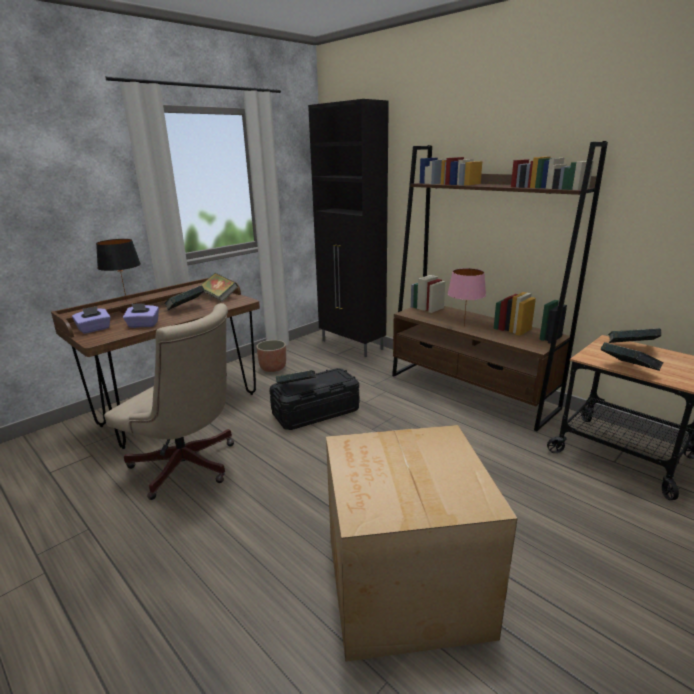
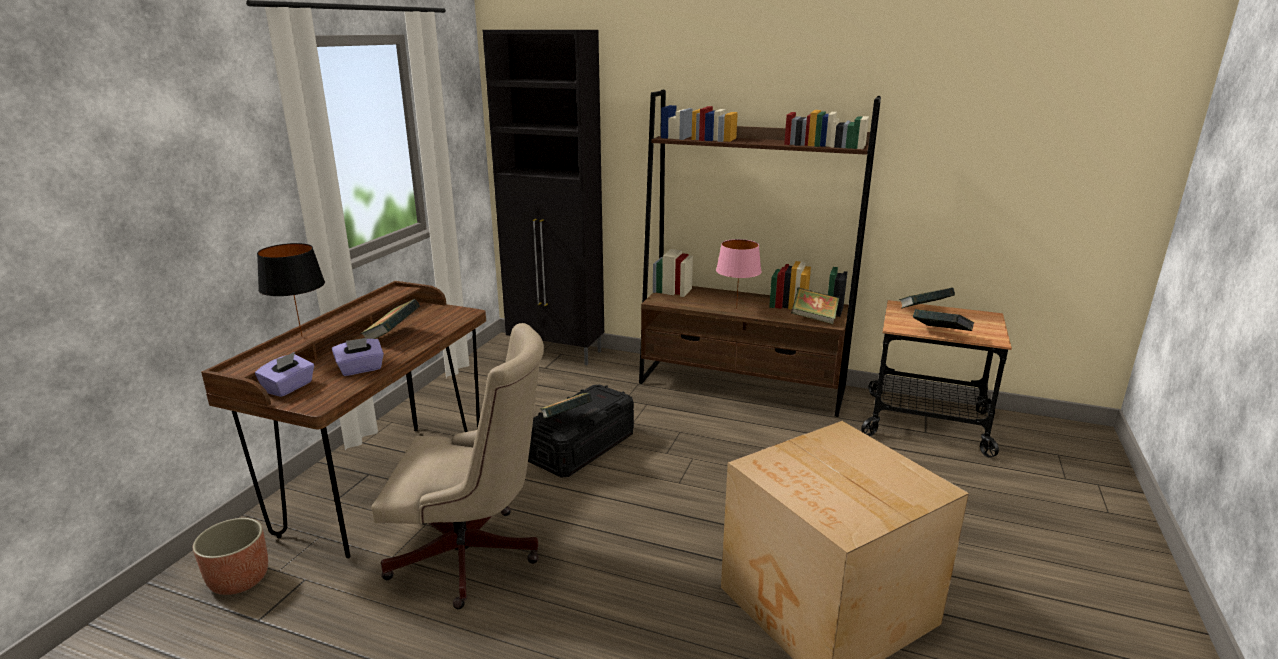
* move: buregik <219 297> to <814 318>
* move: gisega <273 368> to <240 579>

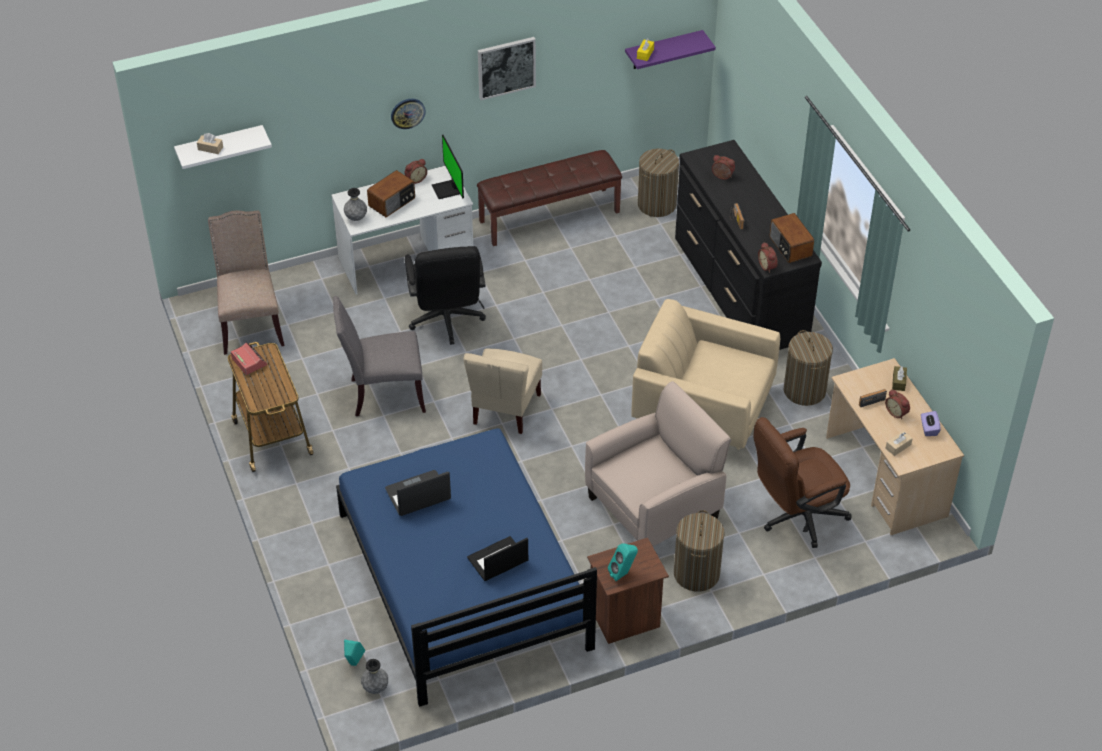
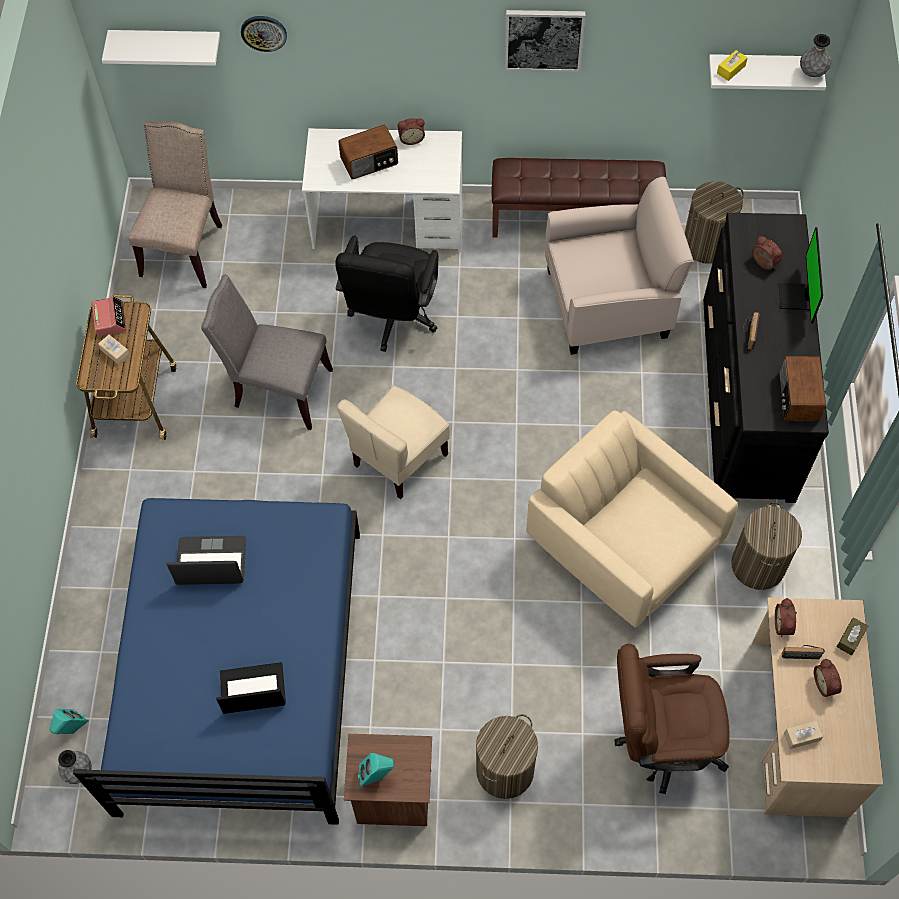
* delete: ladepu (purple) <928 429>
* move: ladepu (beige) <210 148> to <115 353>
* move: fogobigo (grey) <356 218> to <812 73>
* move: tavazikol <407 113> to <264 32>
* move: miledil <447 190> to <796 297>
* move: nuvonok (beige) <654 507> to <609 303>
* move: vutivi <768 266> to <784 625>
* recolor: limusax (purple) <663 50> to limusax (white) <762 68>

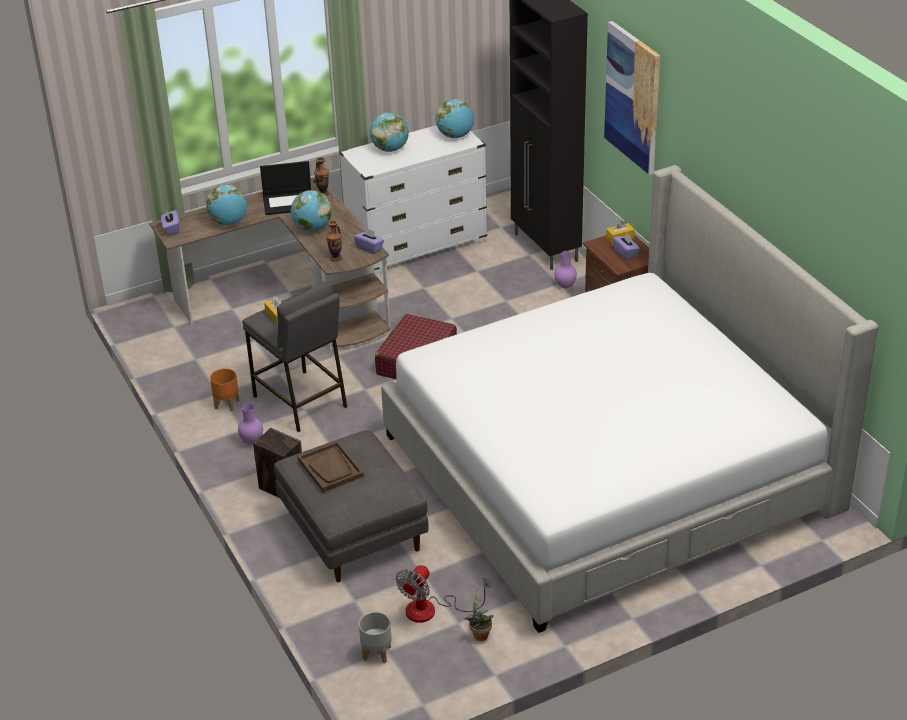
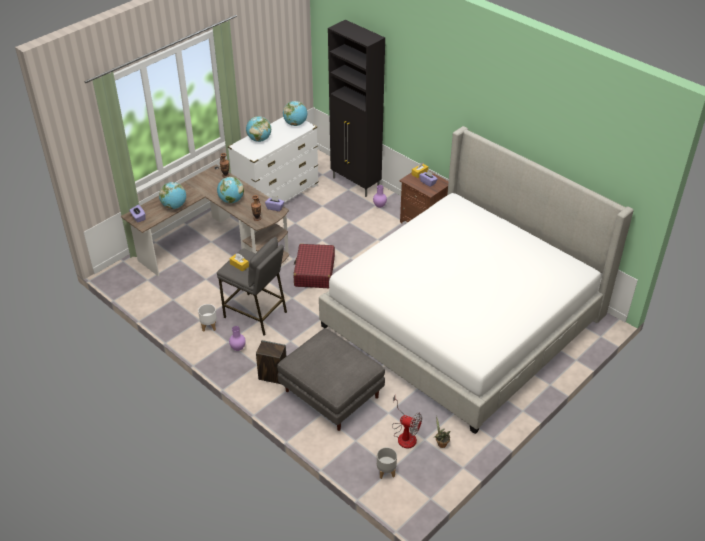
* delete: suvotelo <289 202>
* delete: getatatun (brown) <330 468>
* delete: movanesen <633 97>
* recolor: gisega (orange) <226 404> to gisega (white) <209 326>
* rotate: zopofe <432 610> = <405 435> 75 degrees counterclockwise

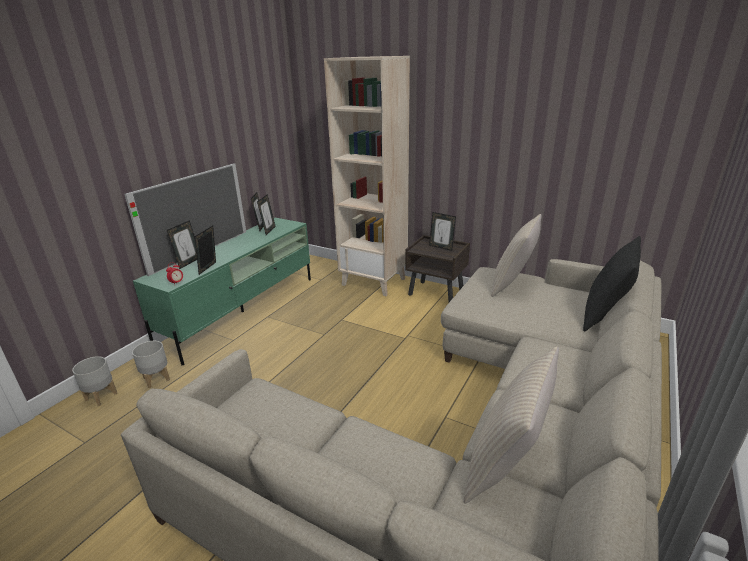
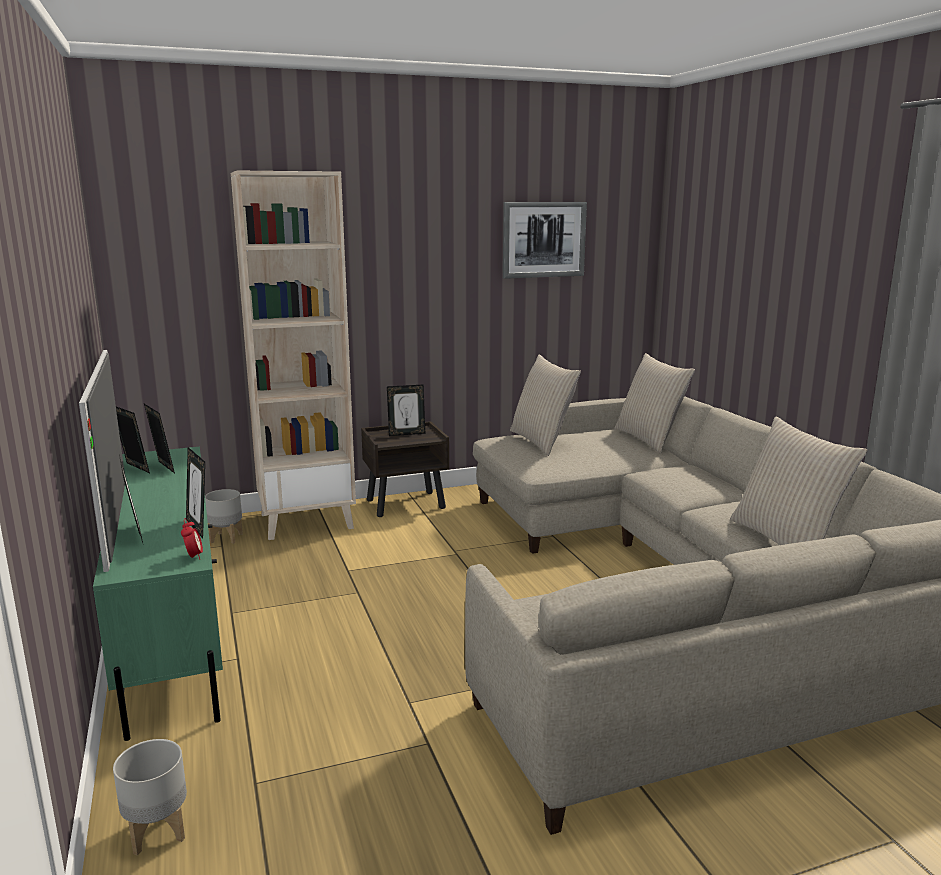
* insert: movanesen <544 239>
* move: gisega (grey) <157 379> to <227 538>
* recolor: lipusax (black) <604 315> to lipusax (beige) <649 439>

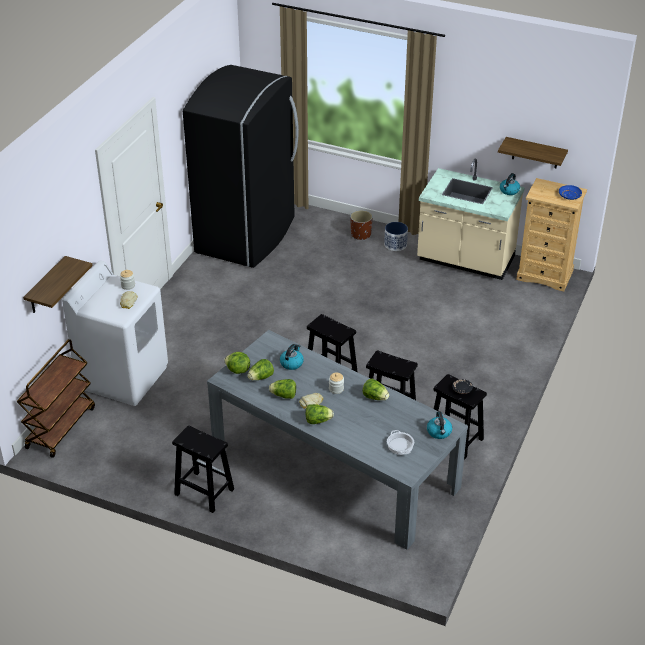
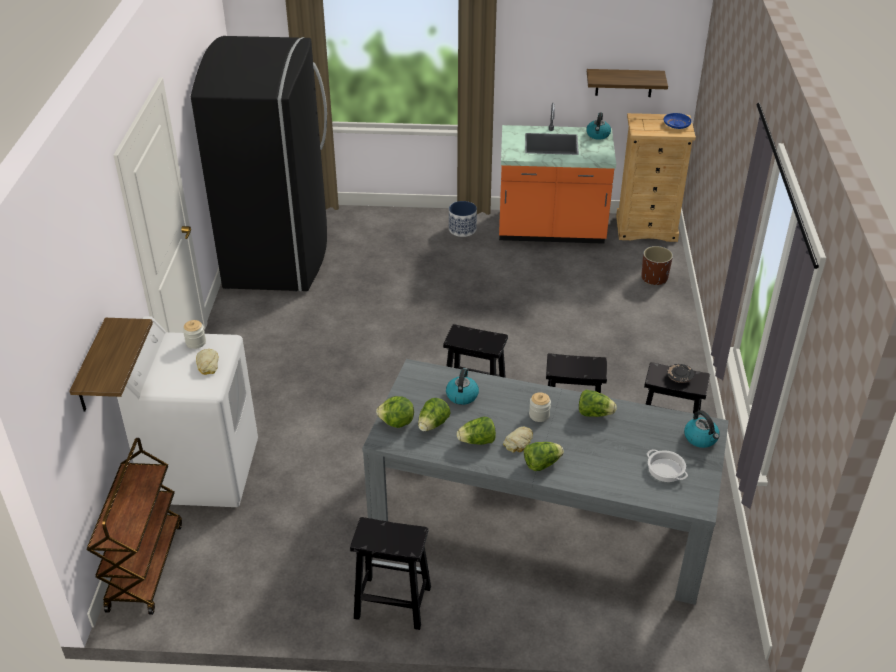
* move: gisega (brown) <361 235> to <654 278>
* recolor: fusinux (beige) <465 260> to fusinux (orange) <551 230>

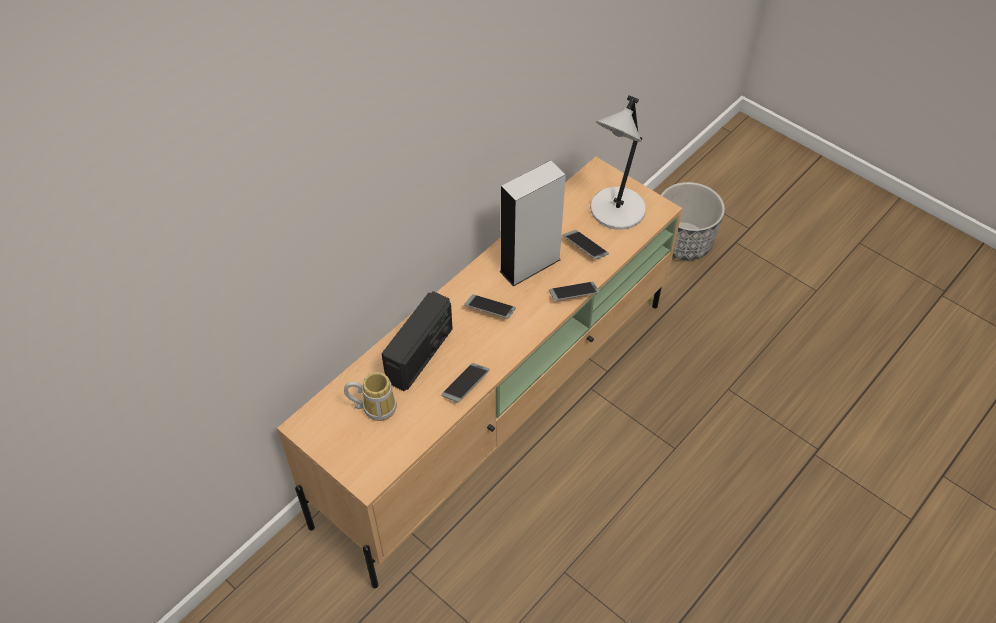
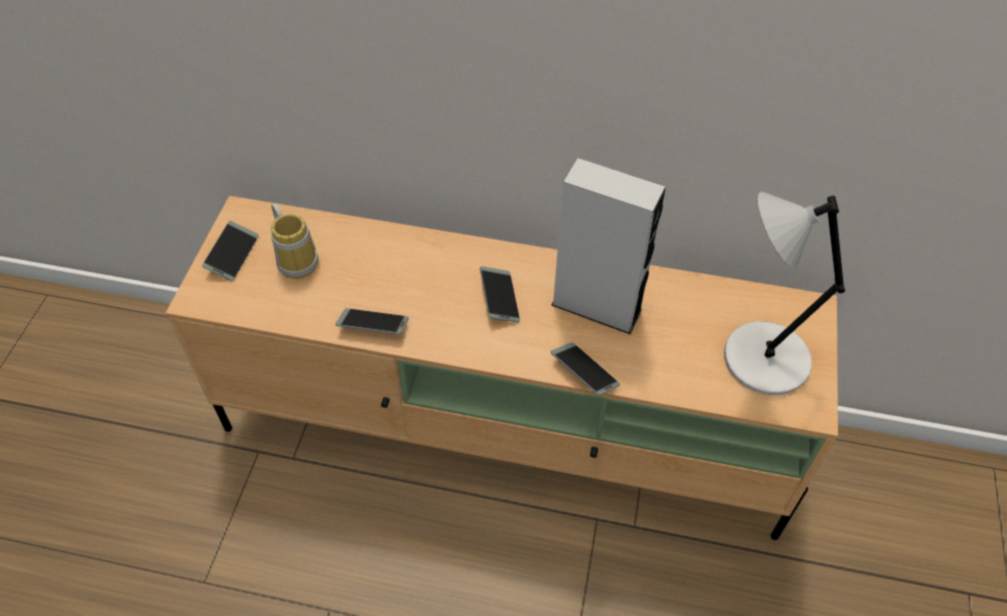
* delete: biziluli <420 355>
* delete: gisega <684 242>
* move: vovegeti <585 248> to <232 255>

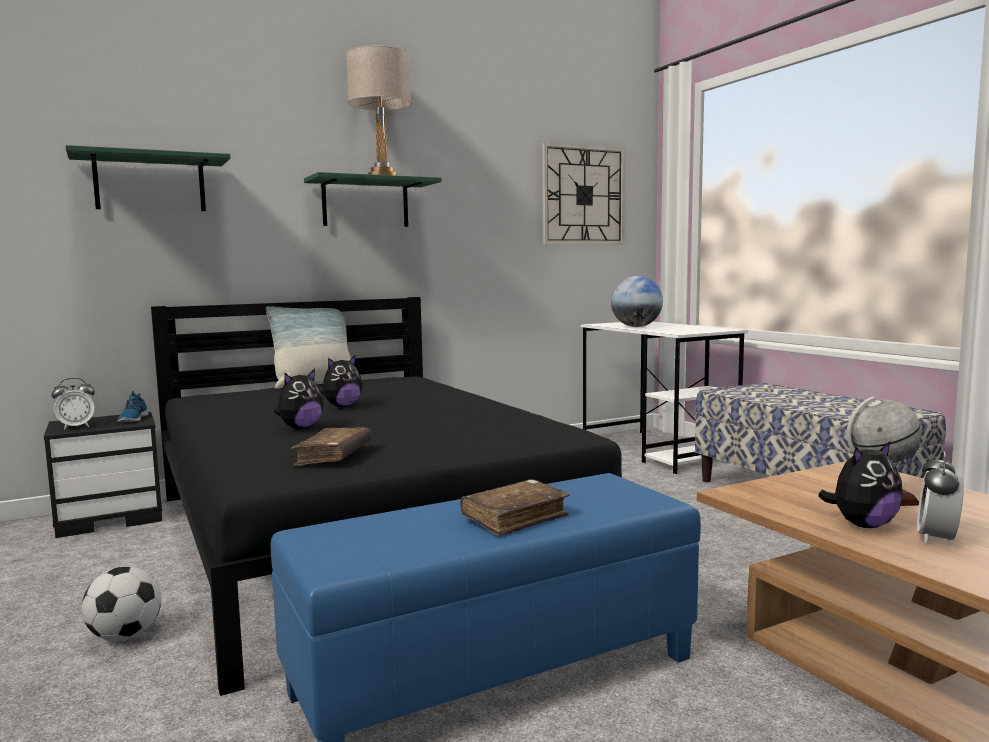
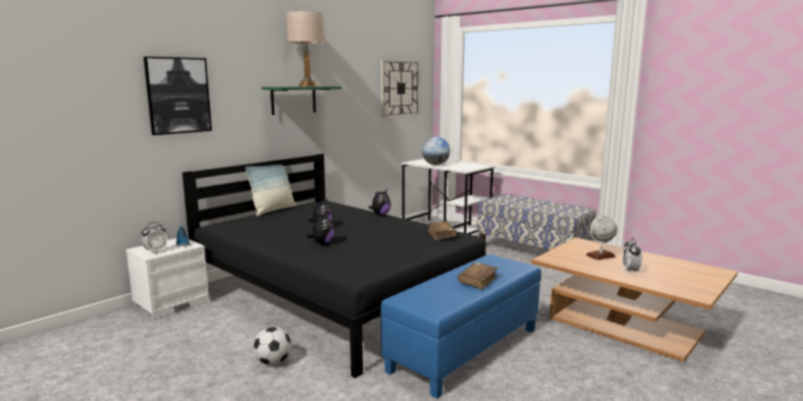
* move: buregik (brown) <333 456> to <441 235>
* move: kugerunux <862 525> to <380 214>
* replace: limusax (green) <150 184> to movanesen <178 95>
* recolor: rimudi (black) <111 517> to rimudi (white) <172 303>

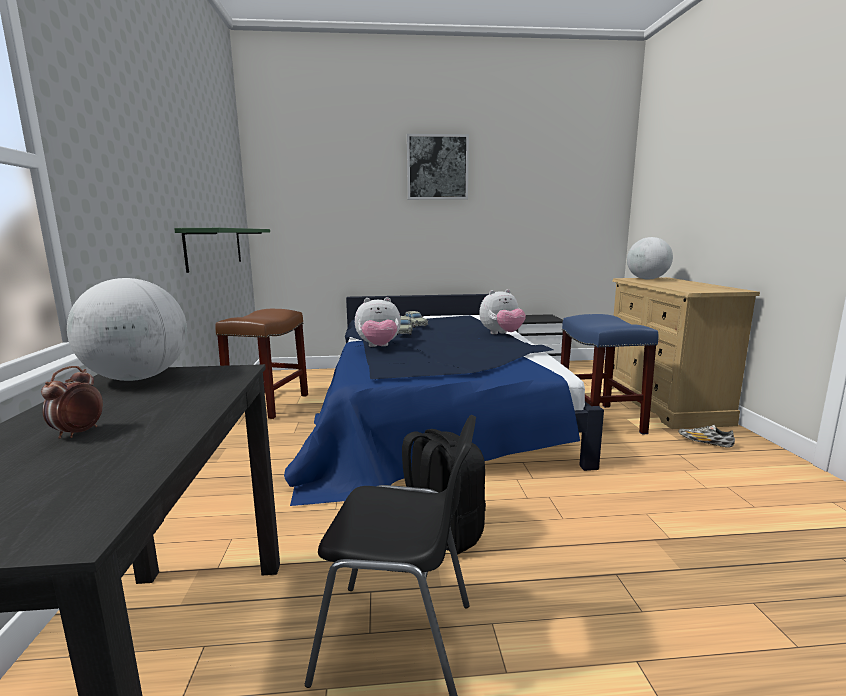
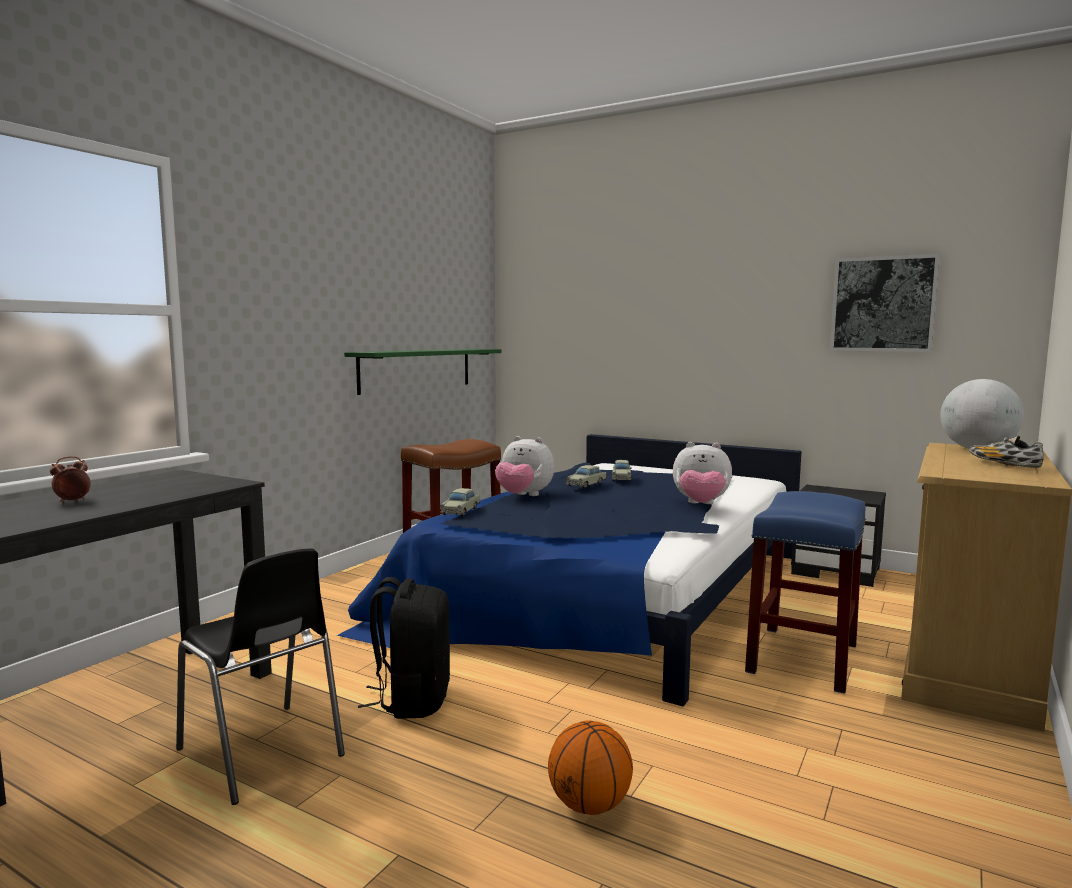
* delete: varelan <138 378>
* insert: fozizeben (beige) <461 511>
* insert: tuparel <590 805>
* move: movanesen <437 167> to <883 304>
* move: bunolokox <704 443> to <1003 465>

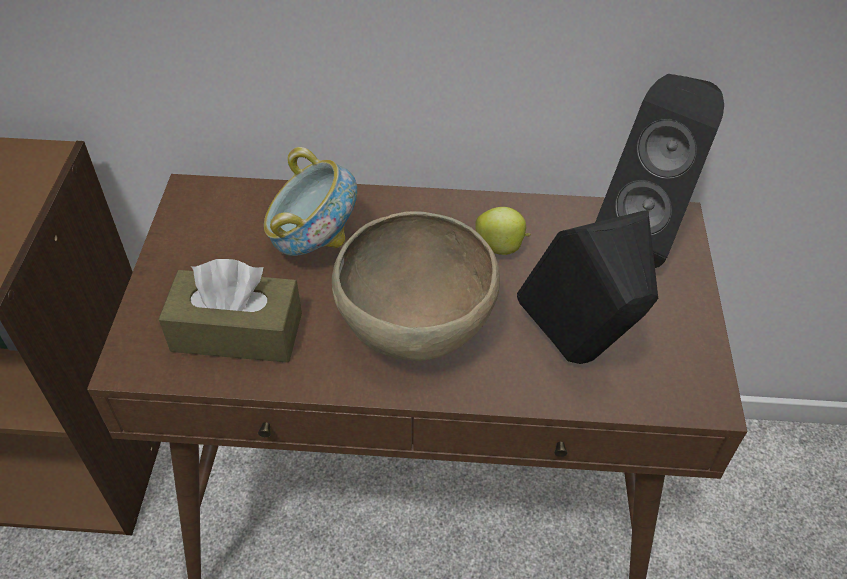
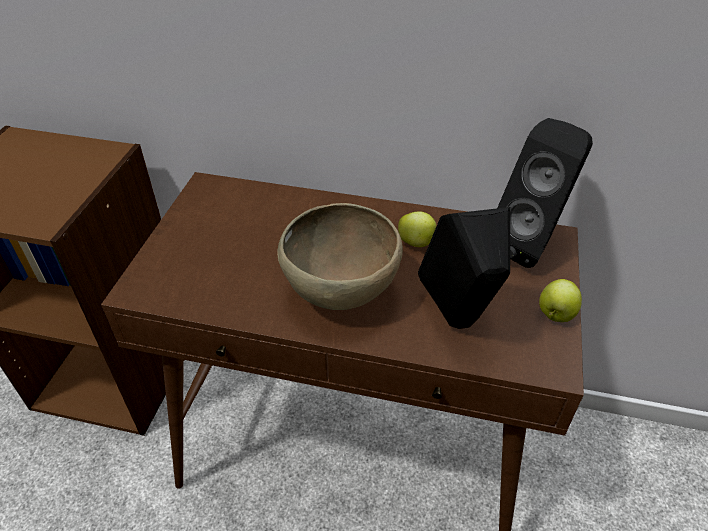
* delete: ladepu (brown) <237 332>
* delete: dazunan <314 242>
* insert: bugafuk <555 314>

